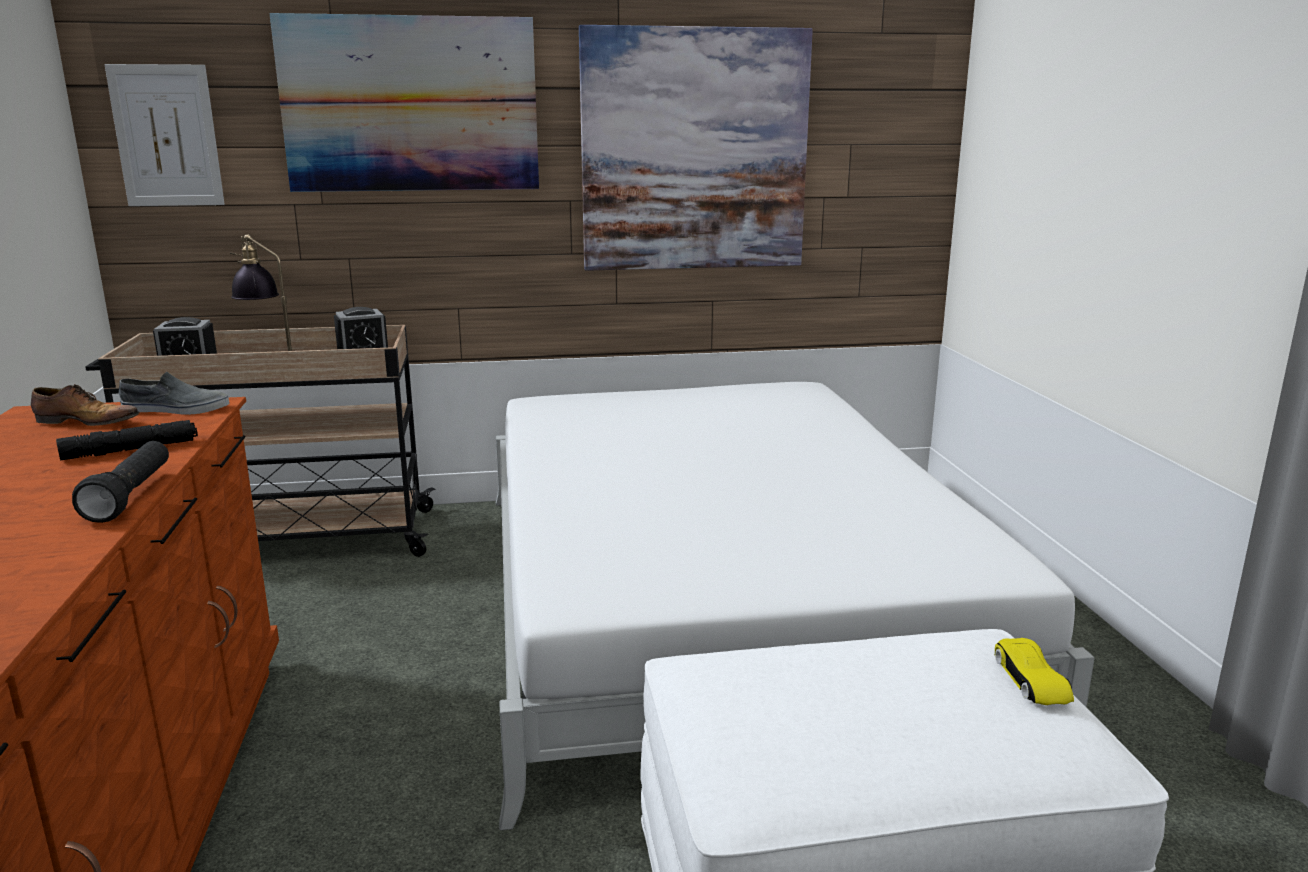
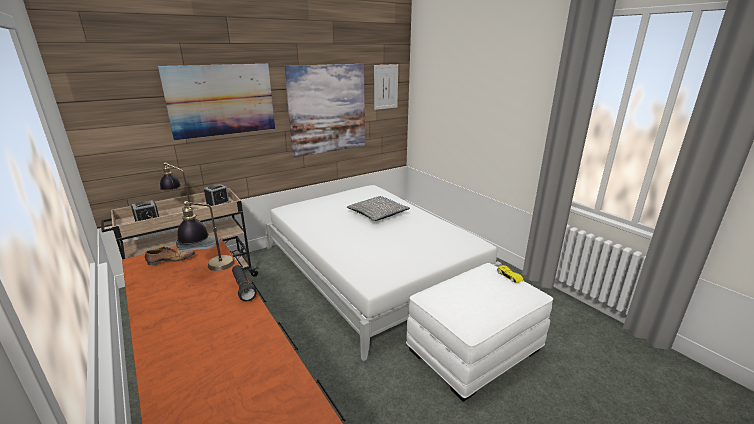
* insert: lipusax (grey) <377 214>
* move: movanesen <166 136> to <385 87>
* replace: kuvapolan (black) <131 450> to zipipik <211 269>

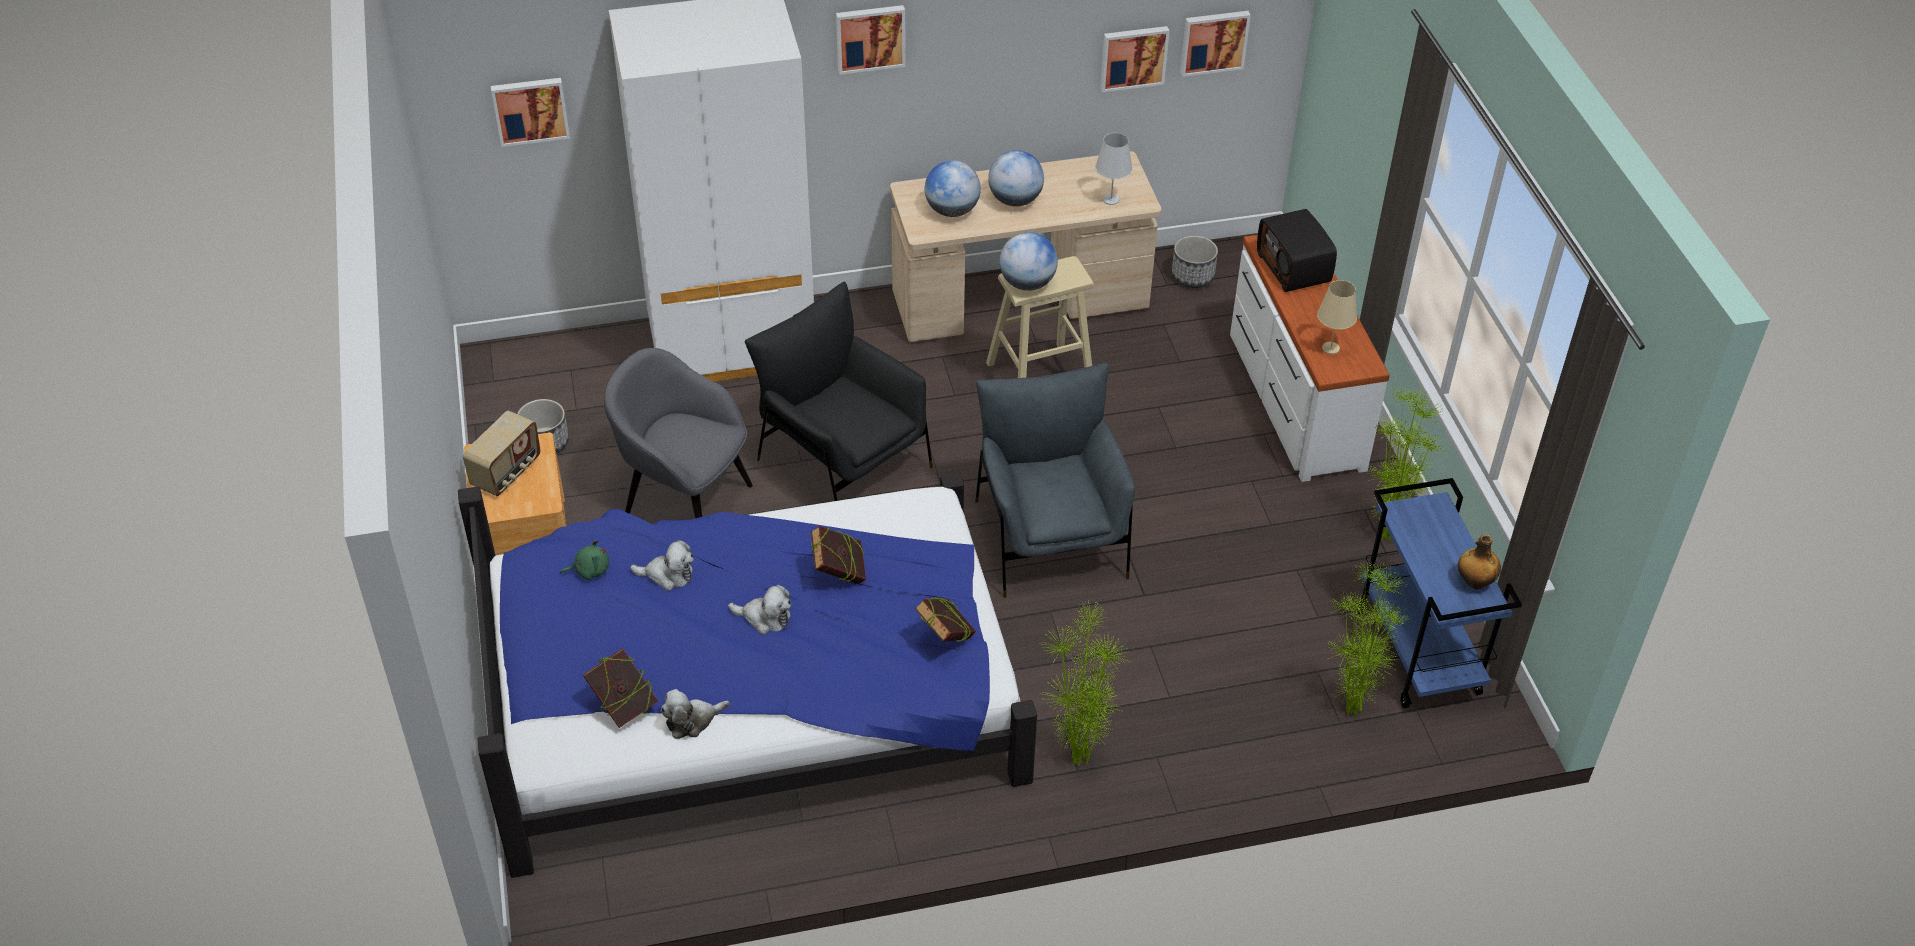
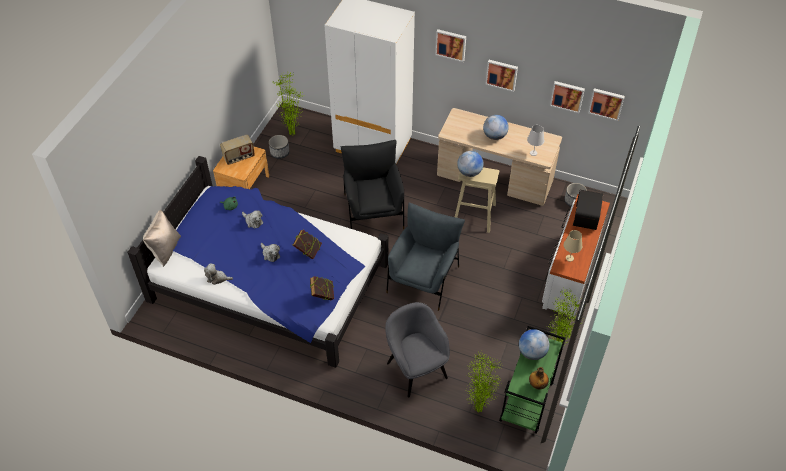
* delete: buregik <624 707>
* insert: lipusax (beige) <165 249>
* move: movanesen <530 110> to <501 74>
* move: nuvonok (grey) <685 498> to <416 369>
* move: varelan <952 210> to <532 352>
* move: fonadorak <1078 758> to <292 133>
* recolor: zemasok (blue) <1419 652> to zemasok (green) <527 402>

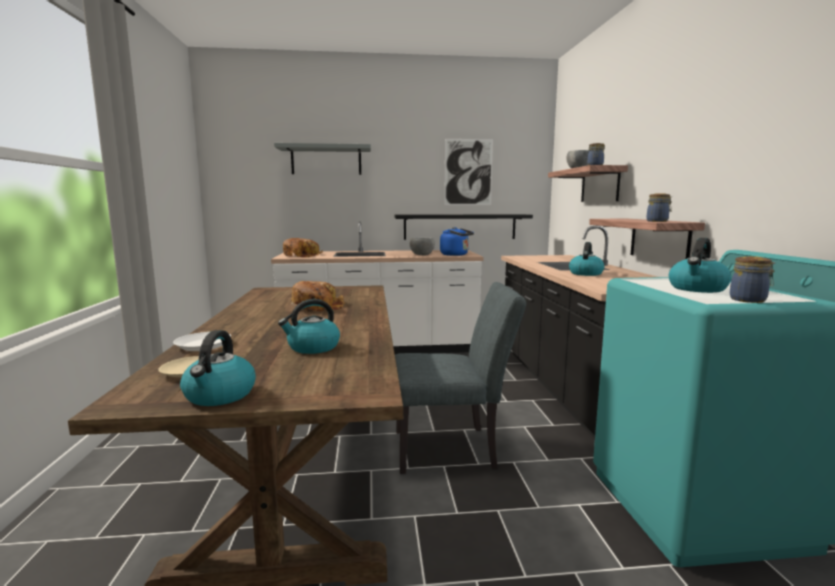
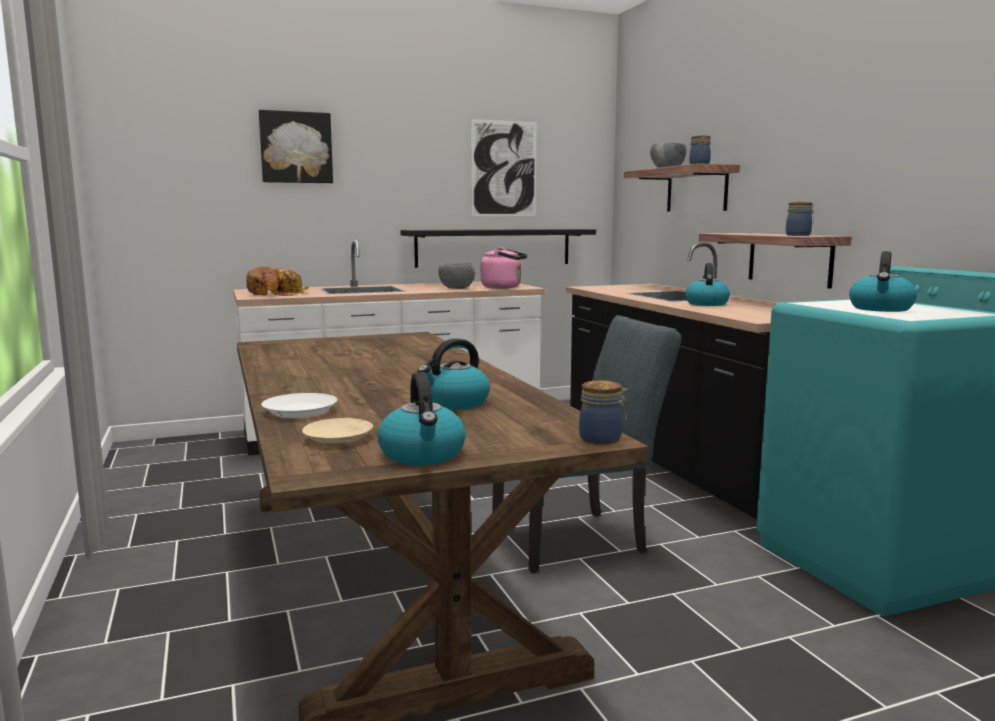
* delete: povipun <318 307>
* move: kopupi <749 300> to <602 439>
* replace: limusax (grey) <326 161> to movanesen <296 147>
* recolor: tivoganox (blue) <456 255> to tivoganox (pink) <504 287>

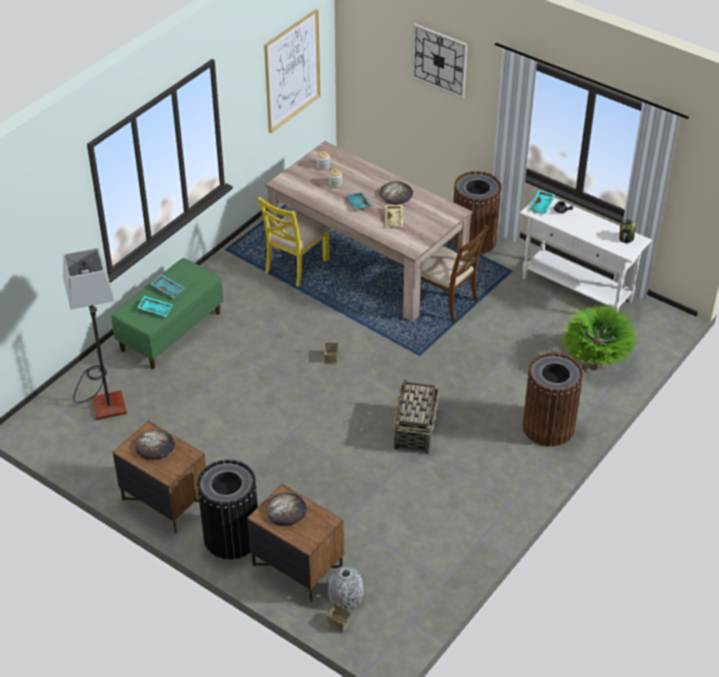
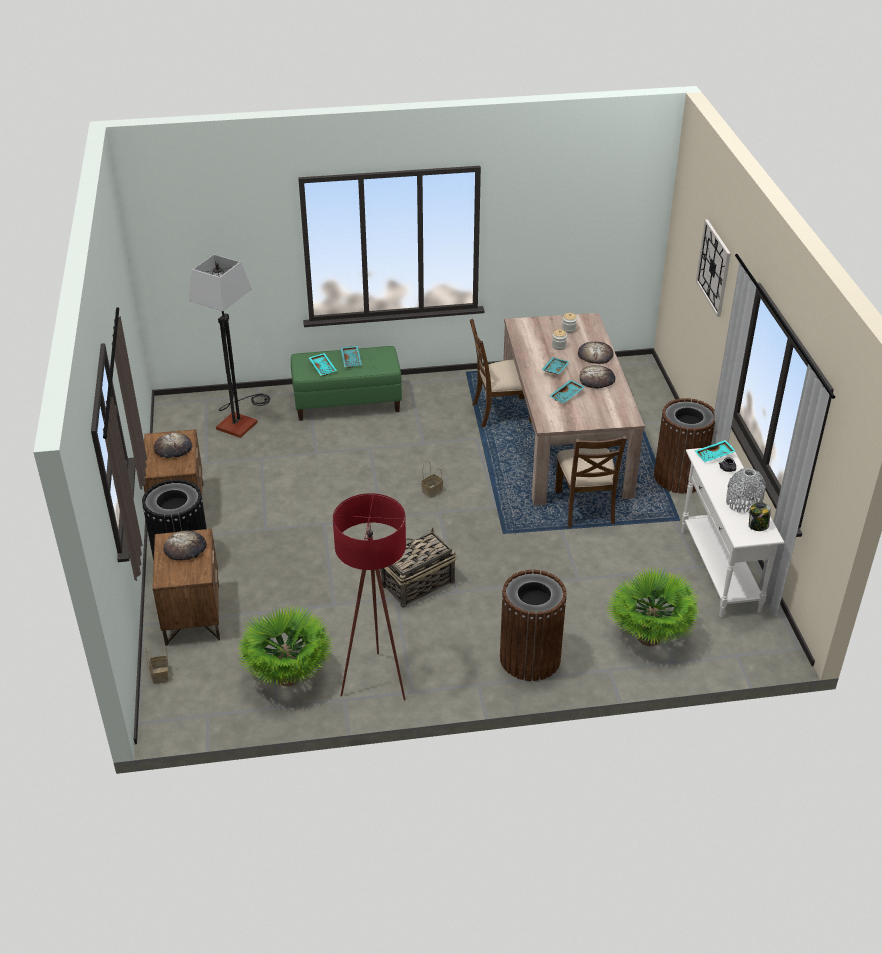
* delete: movanesen <292 71>
* insert: fonadorak <288 677>
* insert: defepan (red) <376 676>
* insert: povipun <595 354>
* move: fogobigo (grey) <345 596> to <743 503>
* recolor: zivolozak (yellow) <296 266> to zivolozak (brown) <502 412>
* recolor: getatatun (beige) <394 219> to getatatun (turquoise) <567 395>

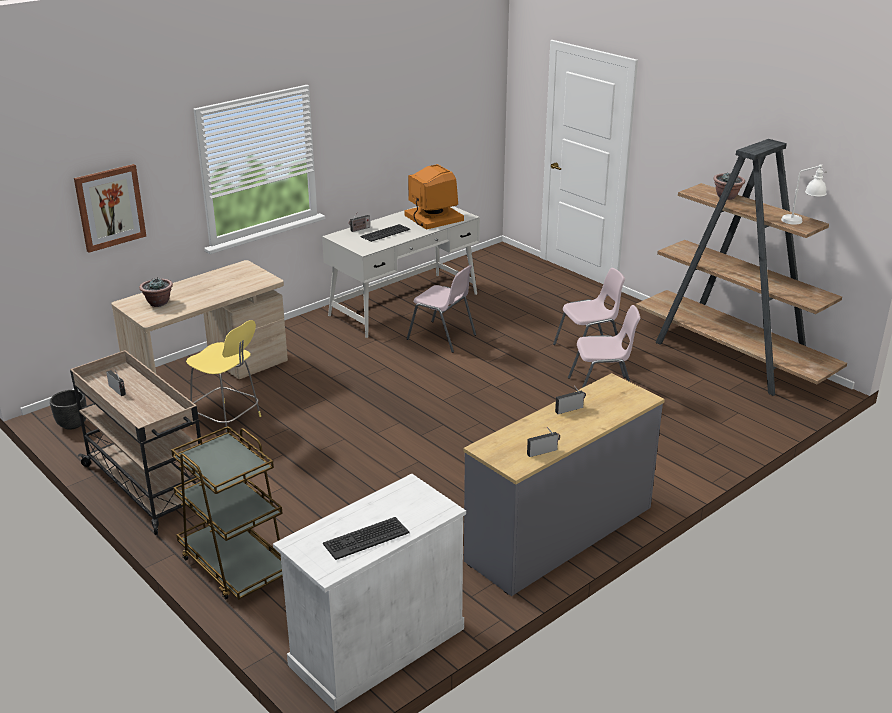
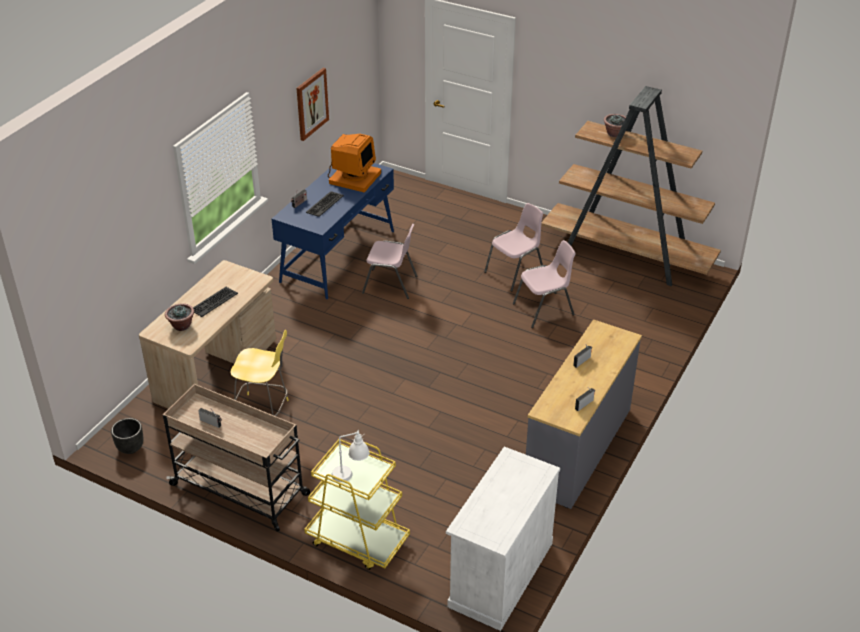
* move: movanesen <110 207> to <311 103>
* move: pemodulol <366 538> to <213 302>
* move: zipipik (white) <801 222> to <351 475>
* recolor: zemasok (brown) <235 565> to zemasok (yellow) <357 540>
* recolor: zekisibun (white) <404 304> to zekisibun (blue) <338 256>
* rotate: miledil <432 218> = <354 177> 75 degrees clockwise

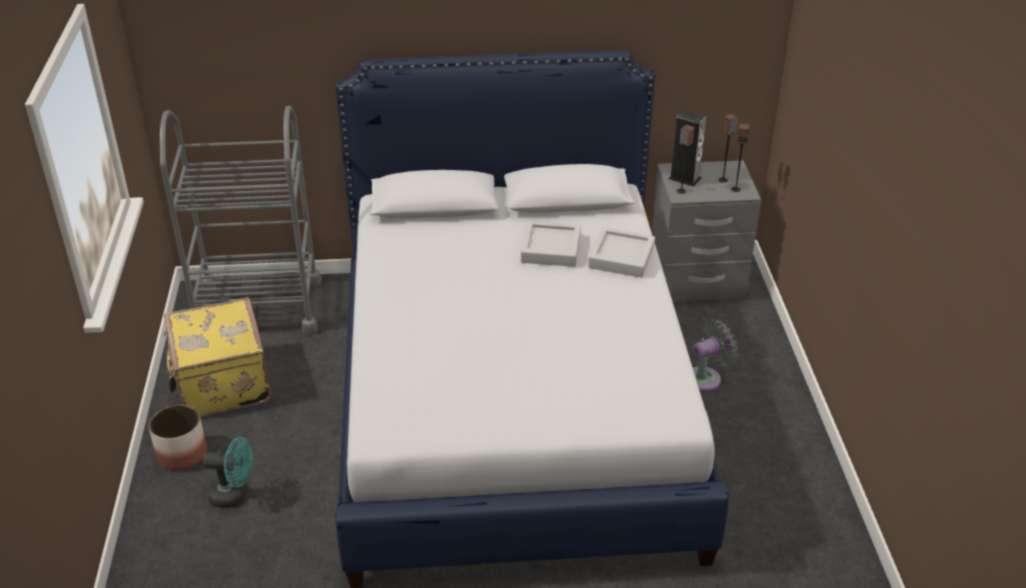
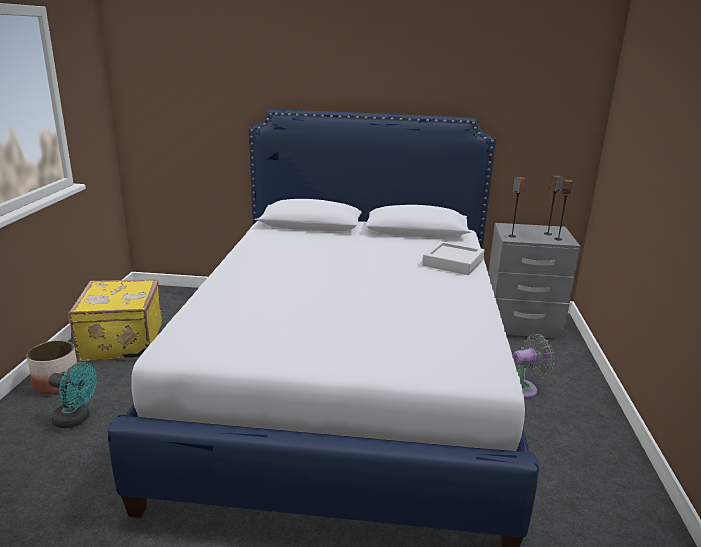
* delete: zemasok (grey) <258 308>
* delete: getatatun (grey) <551 249>
* delete: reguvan <685 178>

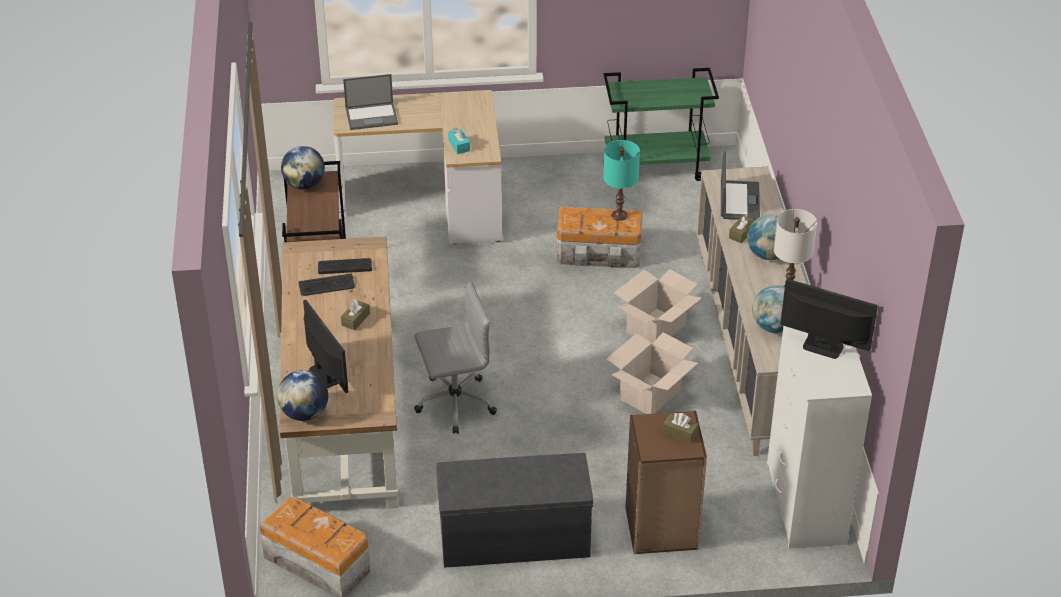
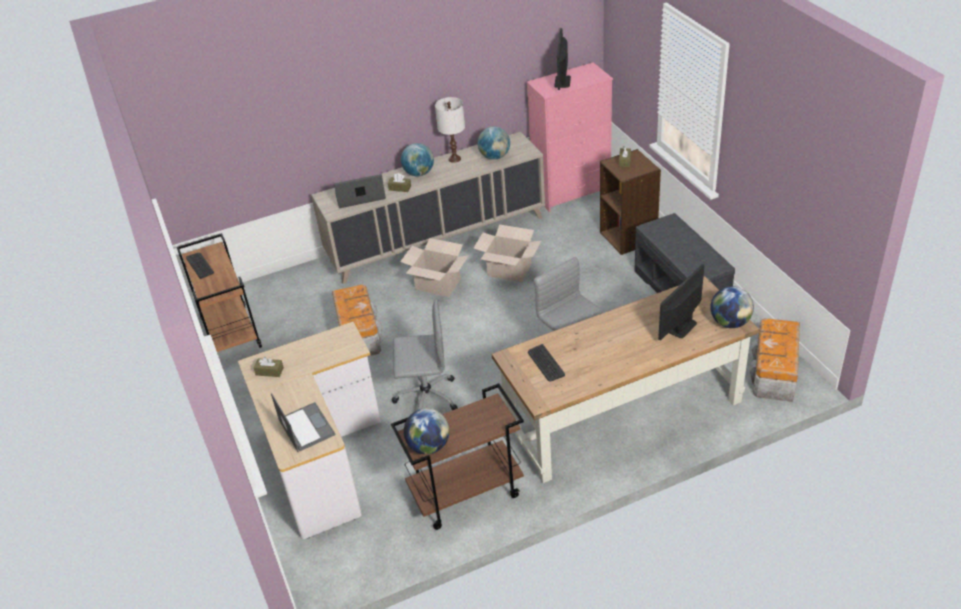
* delete: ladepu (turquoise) <459 145>
* delete: zipipik (turquoise) <619 215>
* insert: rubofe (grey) <425 398>
* move: pemodulol <326 286> to <200 265>
* move: ladepu (brown) <355 319> to <269 371>
* recolor: zemasok (green) <657 167> to zemasok (brown) <230 333>
* recolor: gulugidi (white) <804 506> to gulugidi (pink) <572 193>

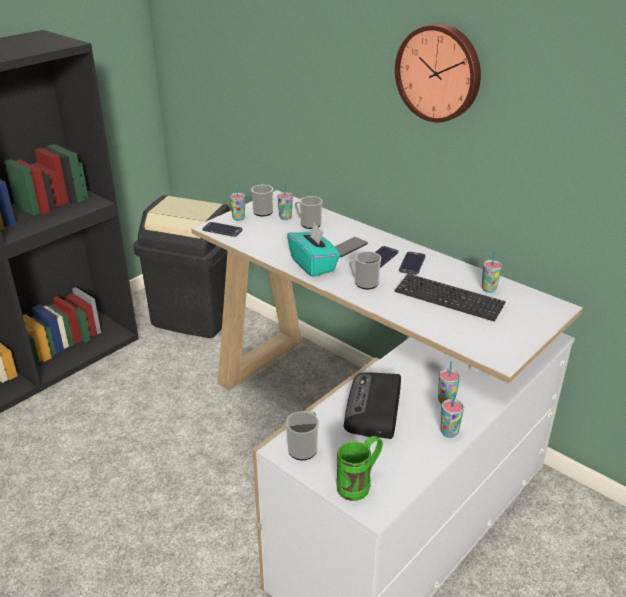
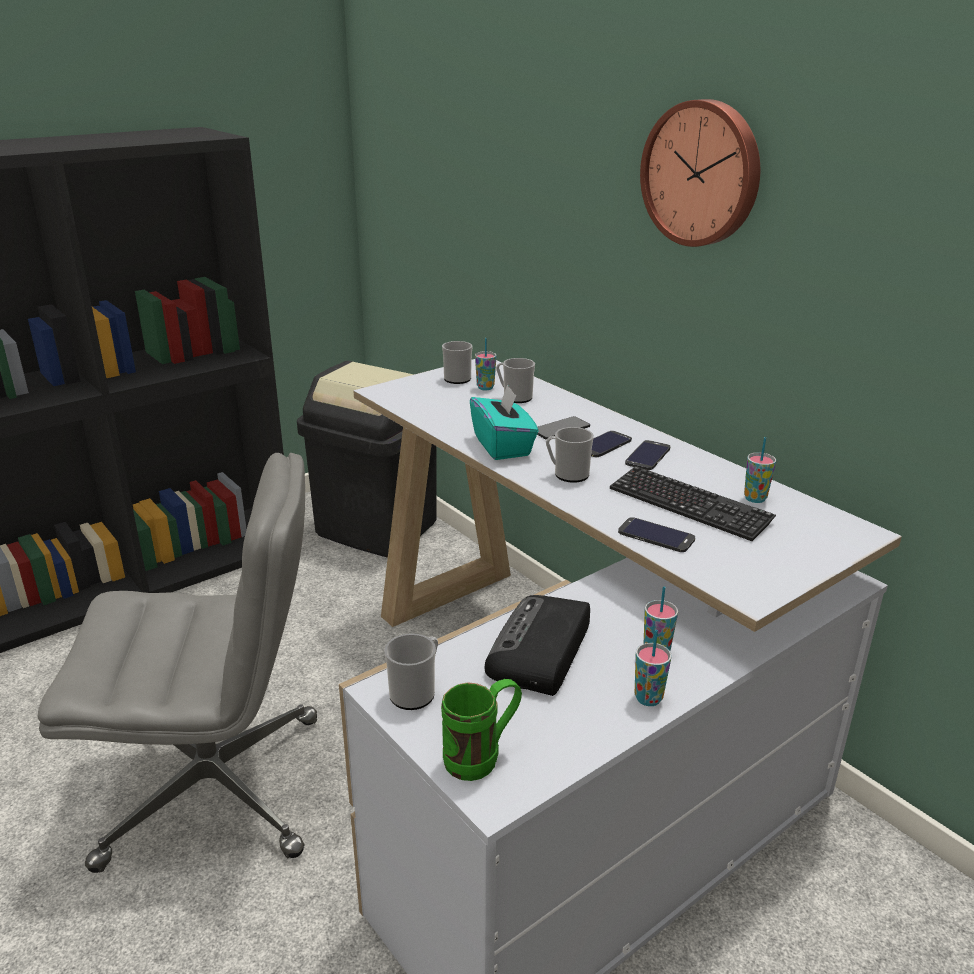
* delete: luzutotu <238 218>
* insert: rubofe (grey) <218 788>
* move: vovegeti <222 230> to <656 535>

